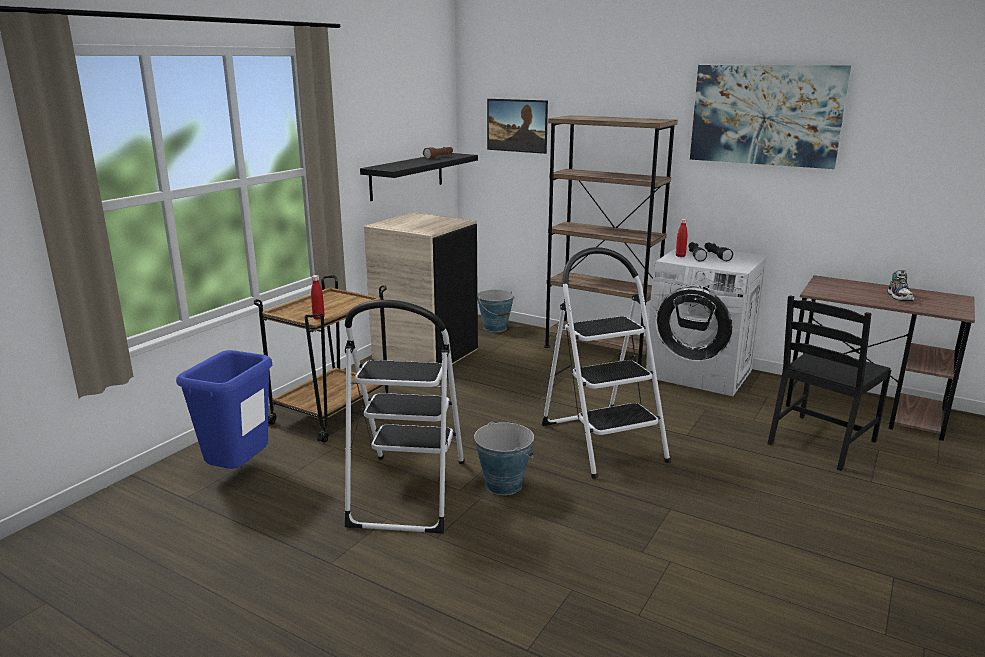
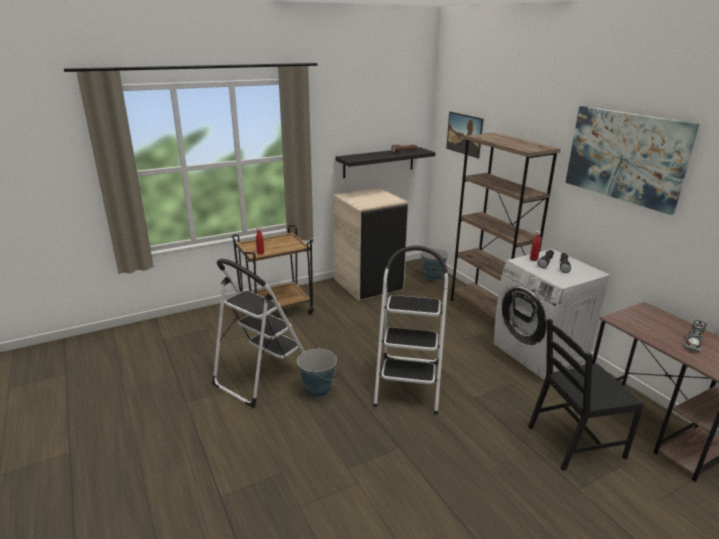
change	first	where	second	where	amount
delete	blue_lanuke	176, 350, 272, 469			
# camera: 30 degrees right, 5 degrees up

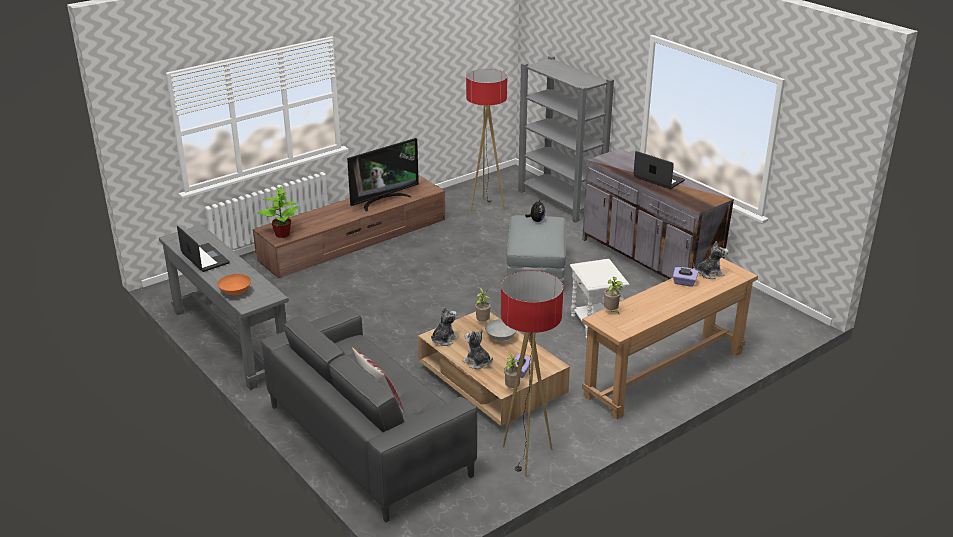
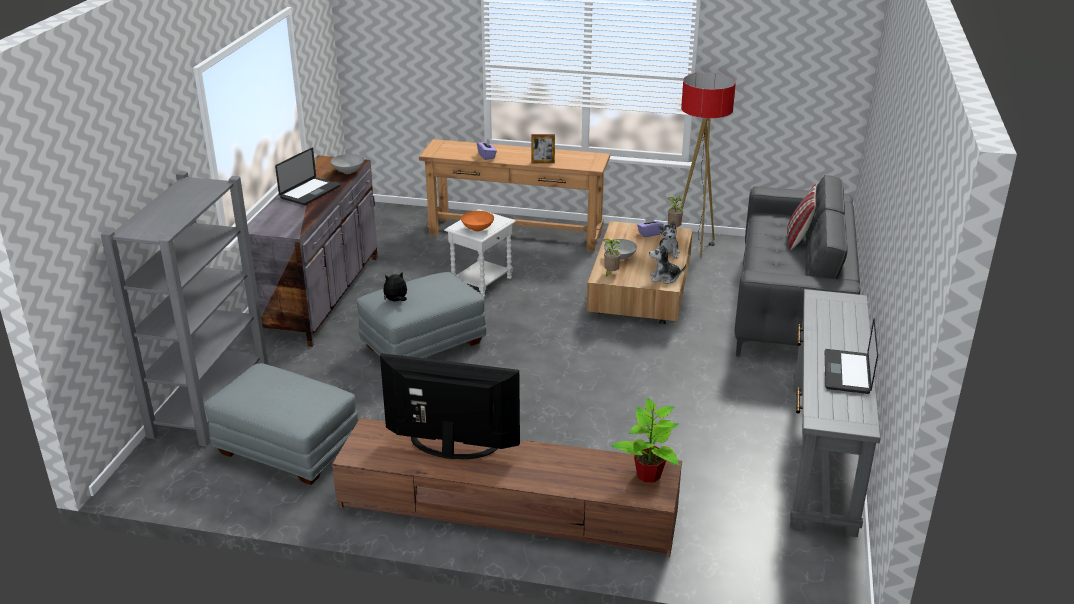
change	first	where	second	where	amount
replace	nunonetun	466, 69, 507, 212	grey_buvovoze	205, 363, 358, 485	
rotate	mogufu	634, 151, 685, 189		275, 148, 340, 205	150 degrees counterclockwise
insert			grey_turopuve	331, 154, 364, 174	
move	orange_turopuve	217, 274, 251, 295		461, 211, 494, 231	
insert			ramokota	531, 134, 555, 163	
delete	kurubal	604, 277, 623, 315			
delete	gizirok	693, 241, 729, 279			
# camera: 130 degrees left, 0 degrees up

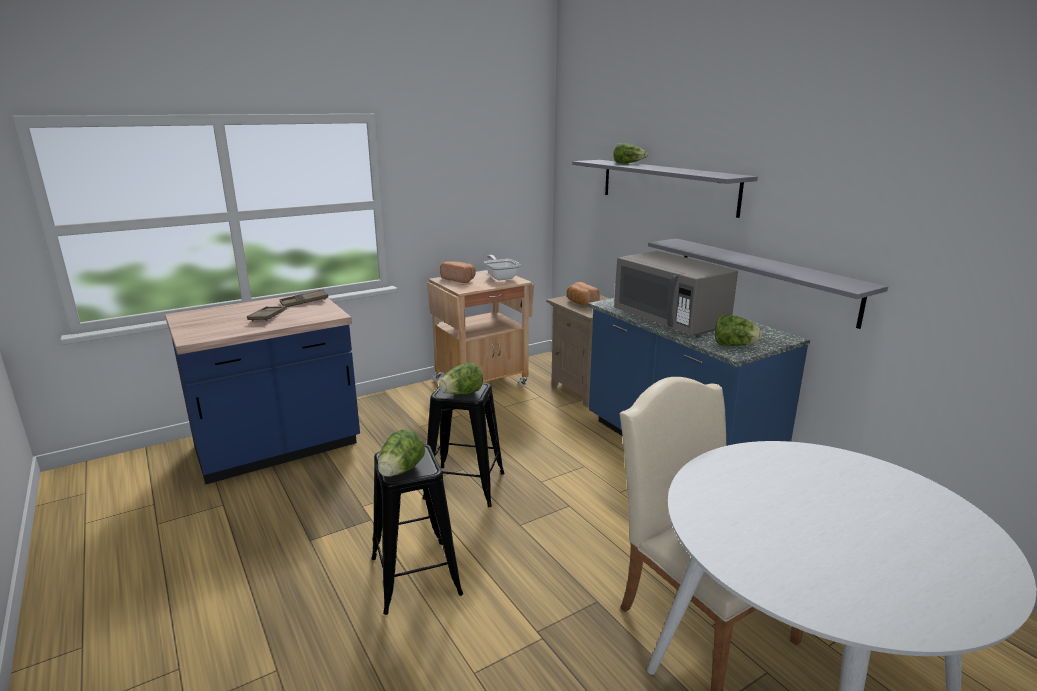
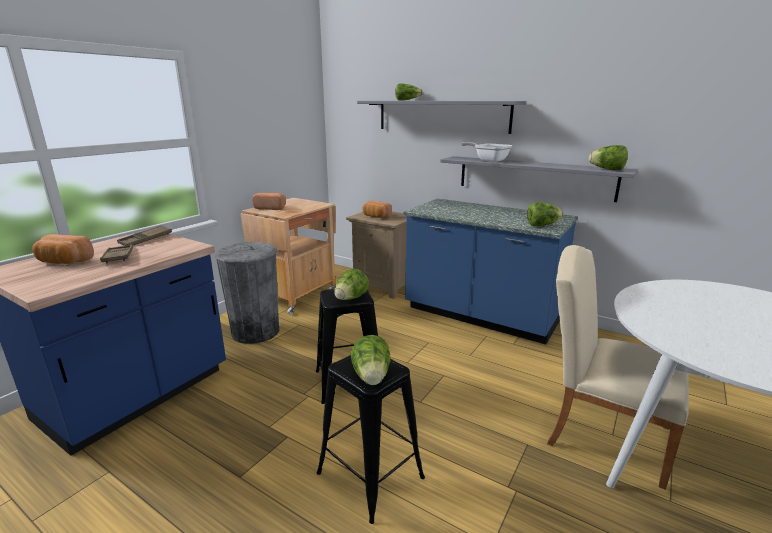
change	first	where	second	where	amount
insert			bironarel	32, 234, 94, 264	
insert			grey_lanuke	215, 242, 280, 344	
move	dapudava	484, 255, 520, 280		461, 142, 512, 162	
insert			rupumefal	589, 145, 628, 170	
delete	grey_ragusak	614, 251, 738, 338			
# camera: 25 degrees left, 0 degrees up

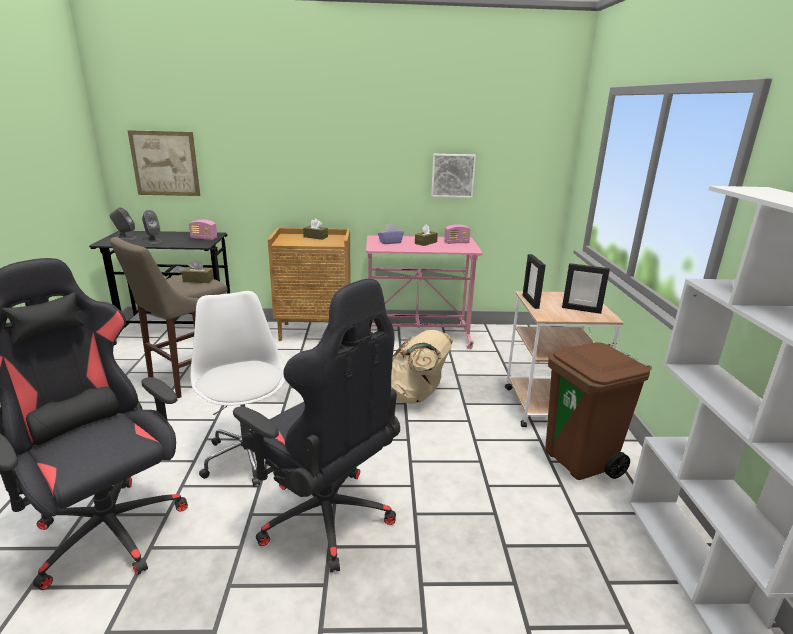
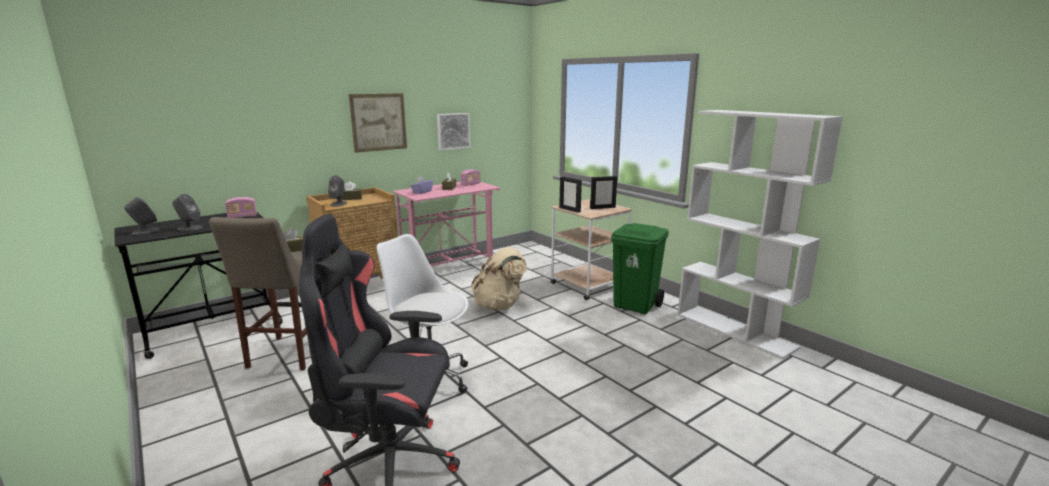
change	first	where	second	where	amount
insert			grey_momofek	328, 175, 347, 207	
move	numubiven	128, 130, 200, 196		349, 93, 407, 153	
recolor	brown_lanuke	545, 342, 652, 480	green_lanuke	611, 223, 668, 314	
delete	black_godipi	233, 279, 400, 573			
# camera: 35 degrees left, 5 degrees down

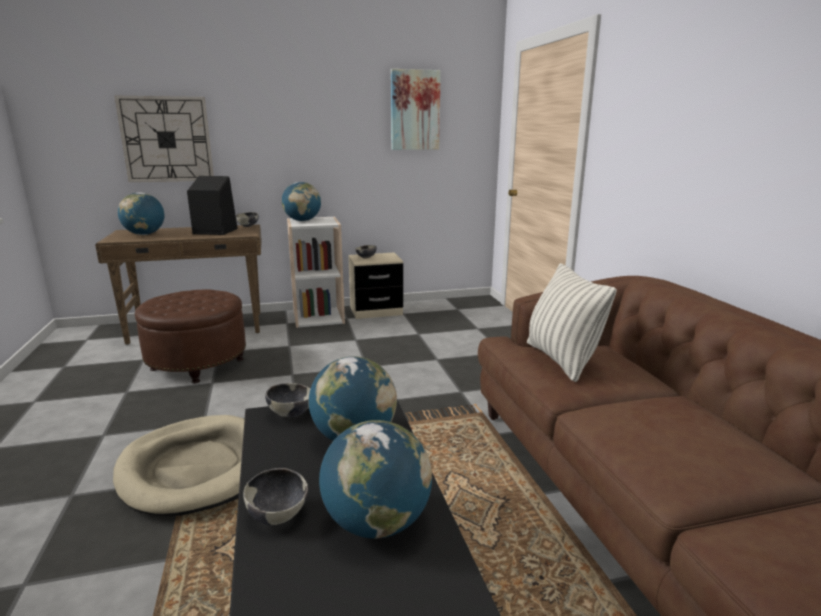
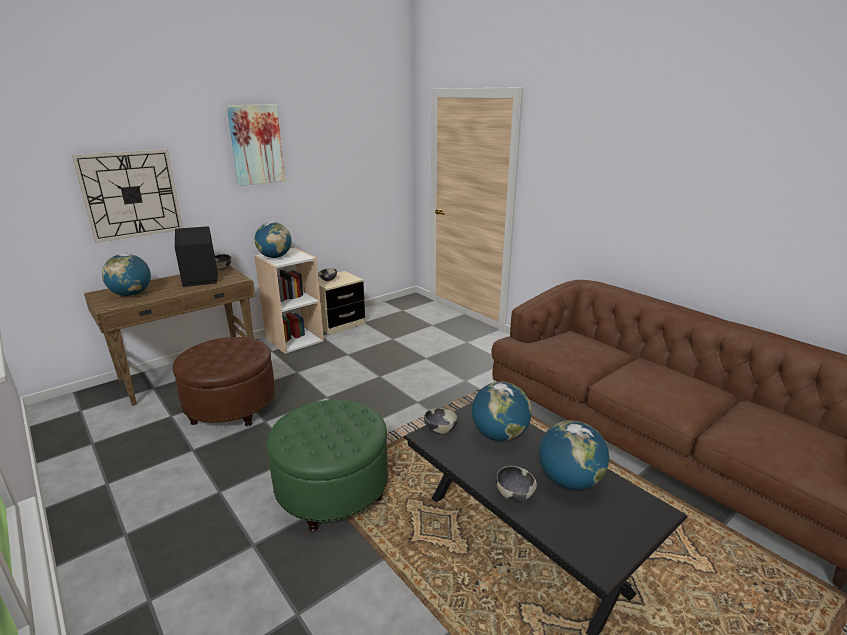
change	first	where	second	where	amount
move	numubiven	391, 69, 441, 150		226, 104, 285, 186	
replace	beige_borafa	113, 415, 245, 516	green_buvovoze	267, 400, 388, 531	
delete	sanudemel	527, 263, 617, 382			
# camera: 25 degrees left, 5 degrees up

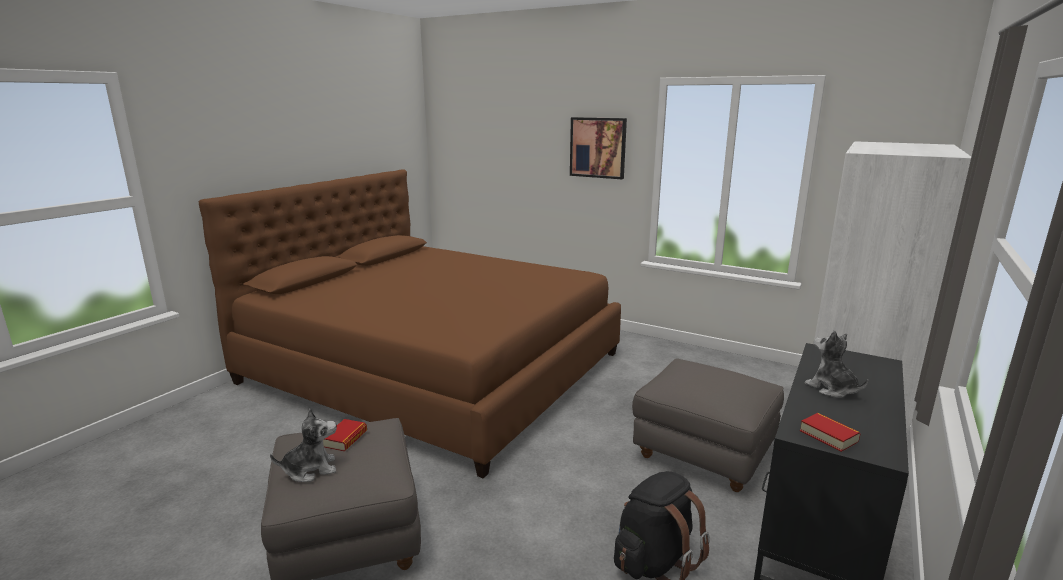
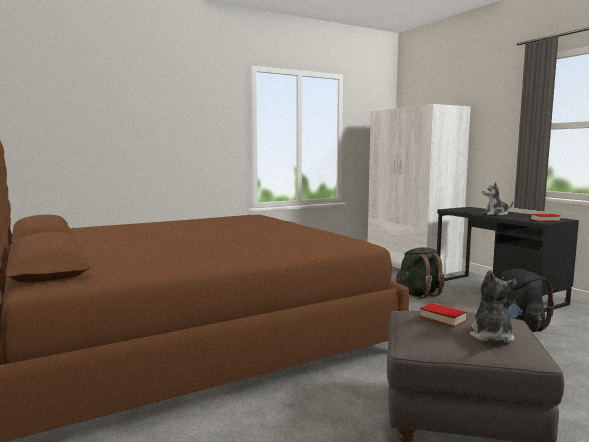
change	first	where	second	where	amount
replace	grey_buvovoze	632, 358, 784, 492	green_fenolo	396, 247, 445, 299	
delete	numubiven	570, 117, 627, 179			
# camera: 60 degrees left, 10 degrees down

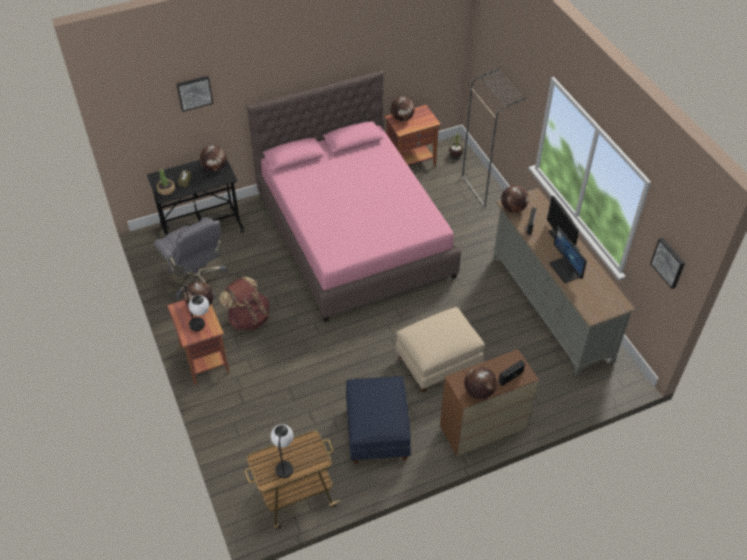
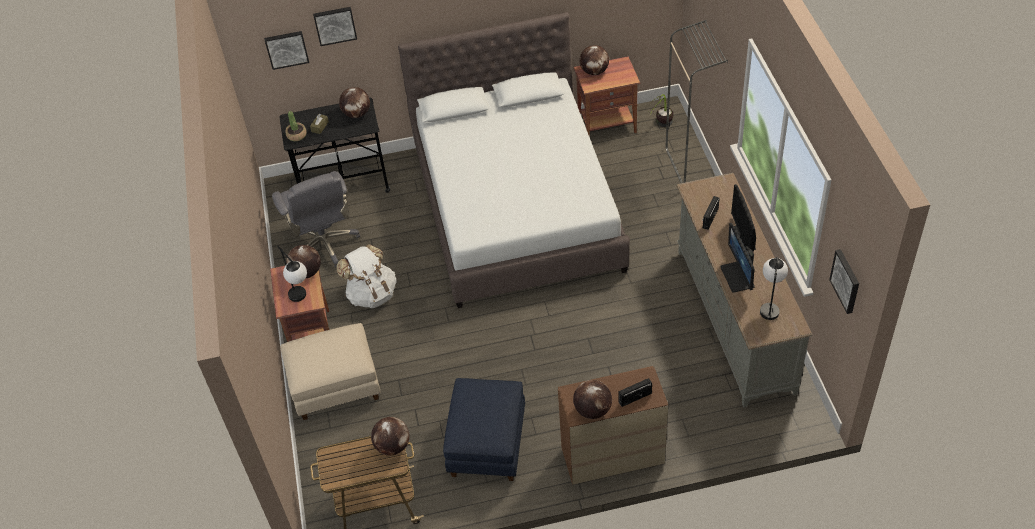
change	first	where	second	where	amount
insert			numubiven	264, 31, 309, 70	
move	beige_buvovoze	396, 307, 485, 392		280, 323, 381, 420	
recolor	brown_fenolo	219, 276, 269, 330	white_fenolo	336, 244, 396, 308	
move	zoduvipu	501, 185, 529, 213		371, 417, 410, 456	
recolor	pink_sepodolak	247, 70, 461, 322	white_sepodolak	398, 12, 630, 308	
move	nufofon	271, 424, 293, 478		760, 257, 788, 320	
# camera: 15 degrees right, 0 degrees up

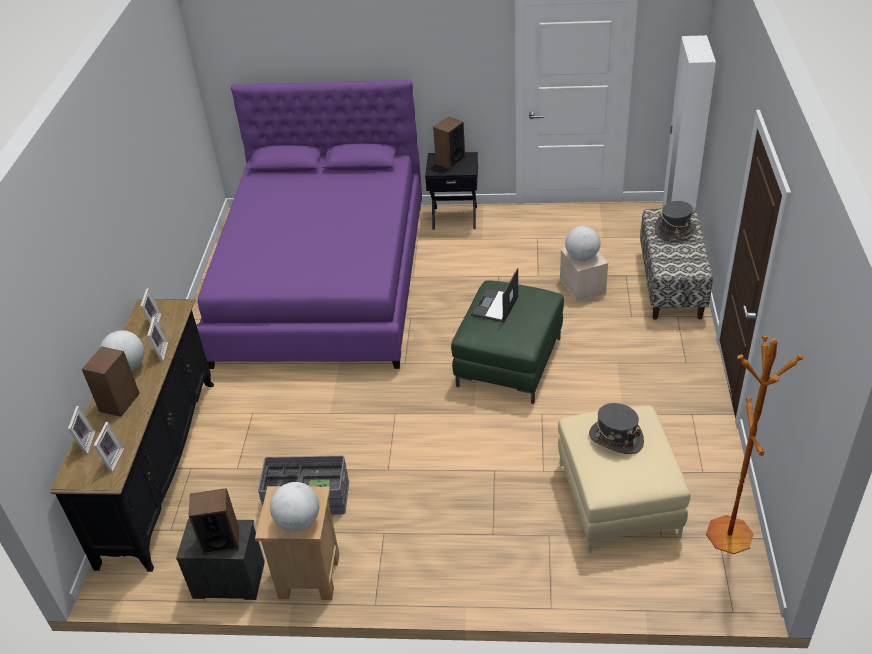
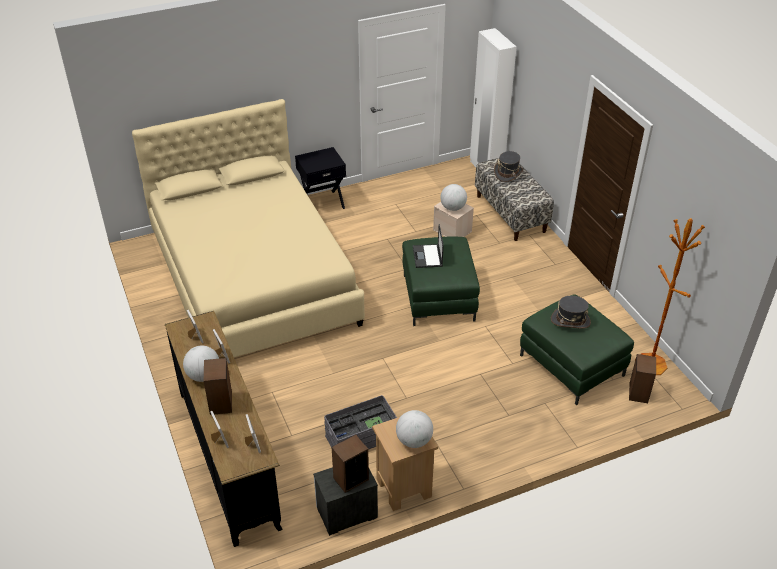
change	first	where	second	where	amount
recolor	purple_sepodolak	196, 79, 422, 369	beige_sepodolak	132, 99, 365, 357	
recolor	beige_buvovoze	558, 405, 690, 553	green_buvovoze	520, 294, 634, 405	
move	momofek	433, 117, 465, 170		629, 354, 656, 403	
# camera: 30 degrees left, 0 degrees up

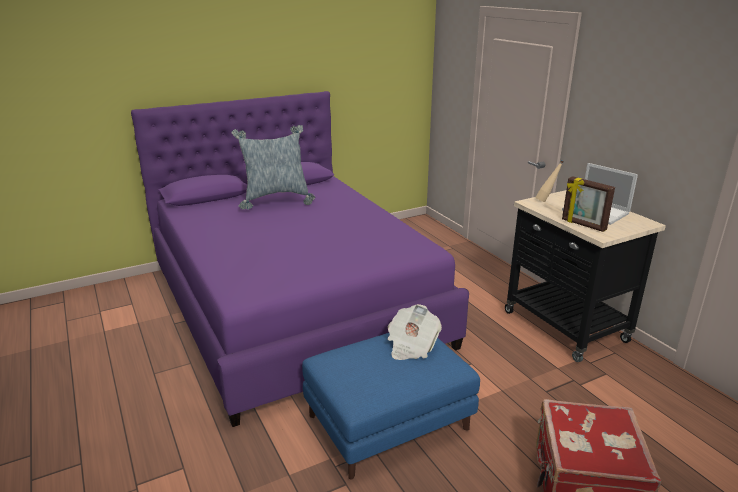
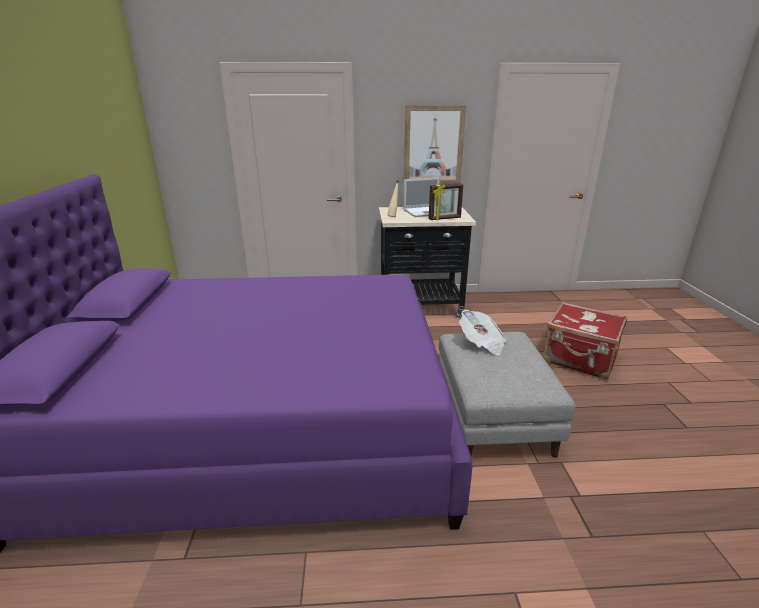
change	first	where	second	where	amount
insert			numubiven	404, 105, 466, 185	
recolor	blue_buvovoze	302, 333, 480, 480	grey_buvovoze	438, 332, 575, 458	
delete	sanudemel	231, 125, 315, 210			
# camera: 65 degrees left, 0 degrees up

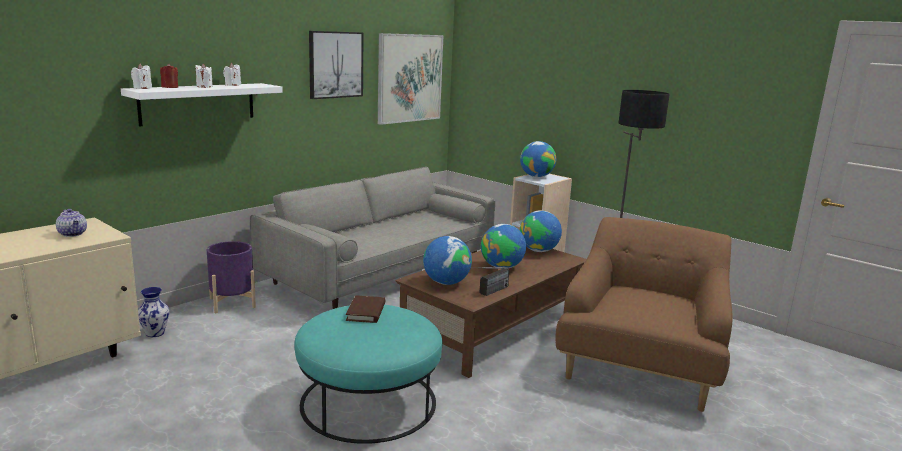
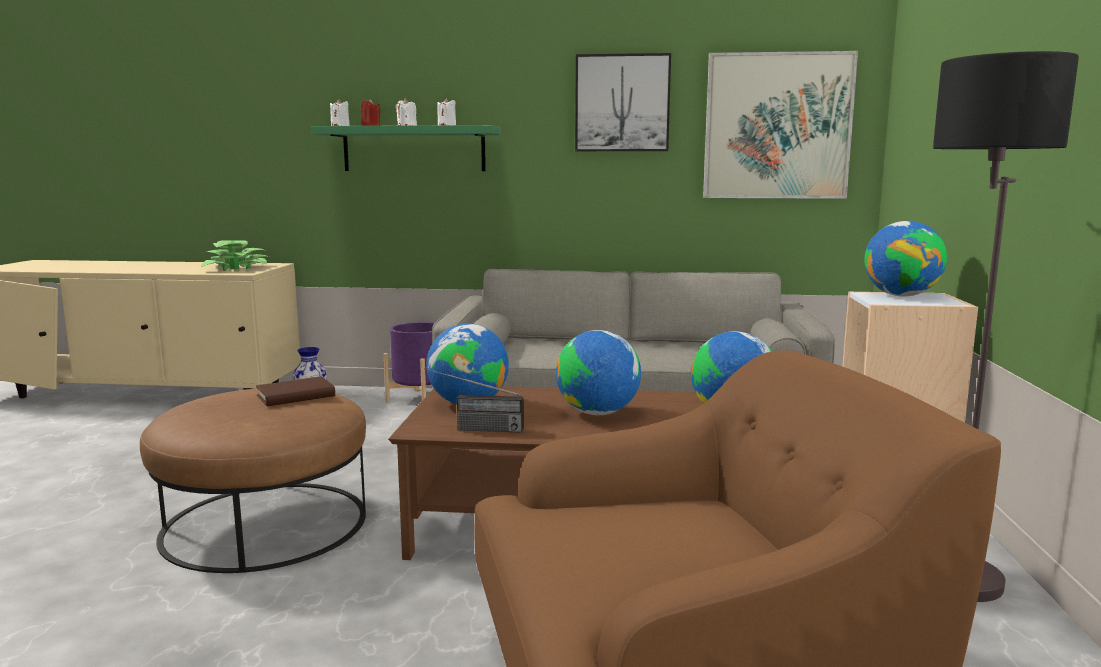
change	first	where	second	where	amount
recolor	turquoise_buvovoze	294, 305, 443, 444	brown_buvovoze	140, 388, 366, 573	
replace	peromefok	56, 209, 87, 237	kurubal	201, 240, 269, 271	
recolor	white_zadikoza	121, 83, 283, 126	green_zadikoza	311, 125, 501, 171	
# camera: 55 degrees right, 5 degrees down

